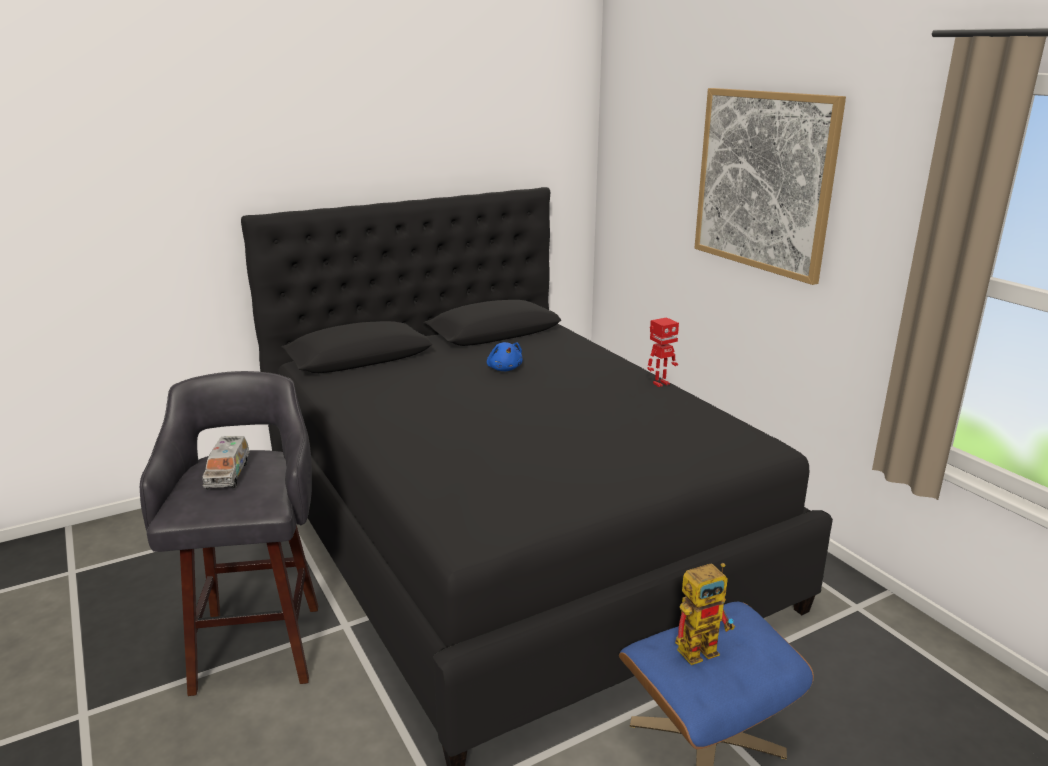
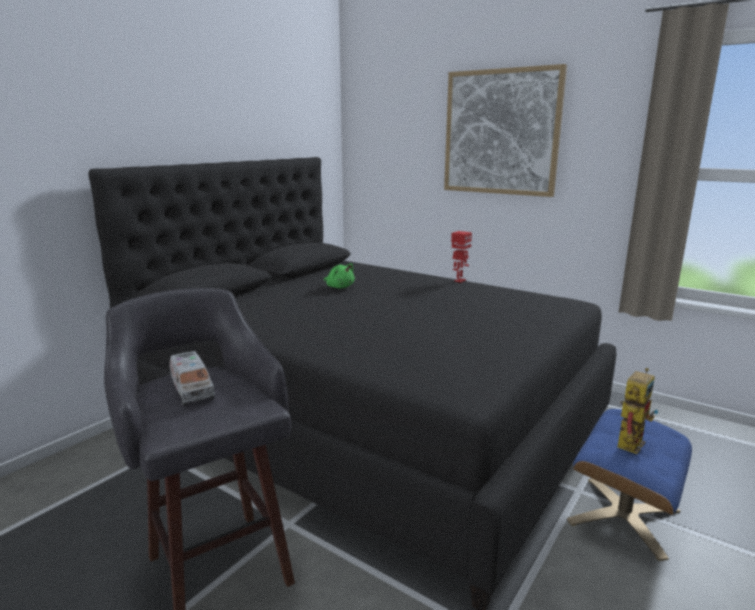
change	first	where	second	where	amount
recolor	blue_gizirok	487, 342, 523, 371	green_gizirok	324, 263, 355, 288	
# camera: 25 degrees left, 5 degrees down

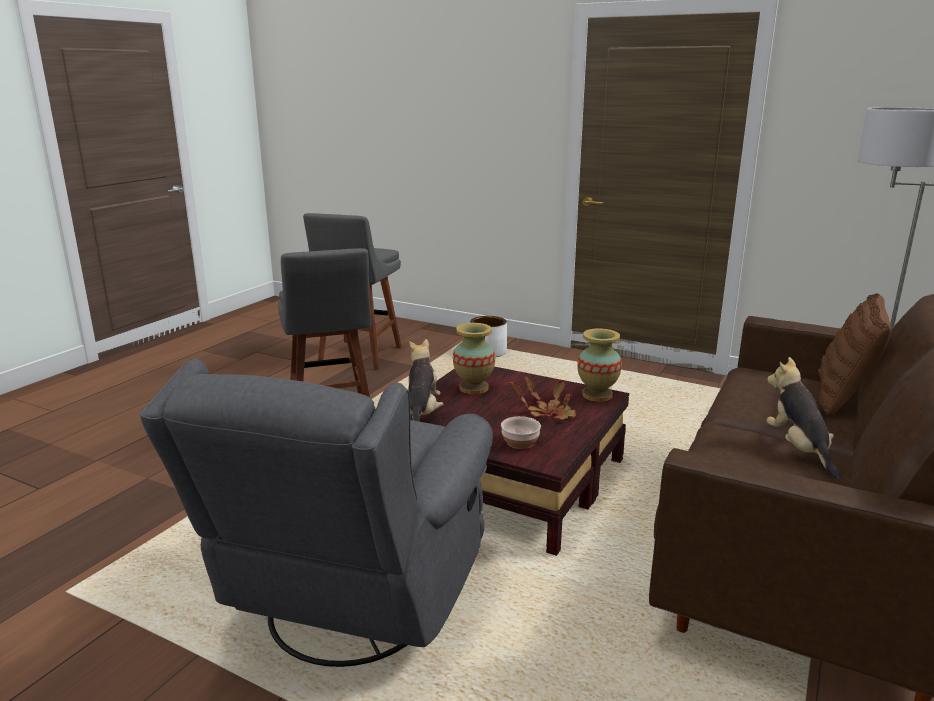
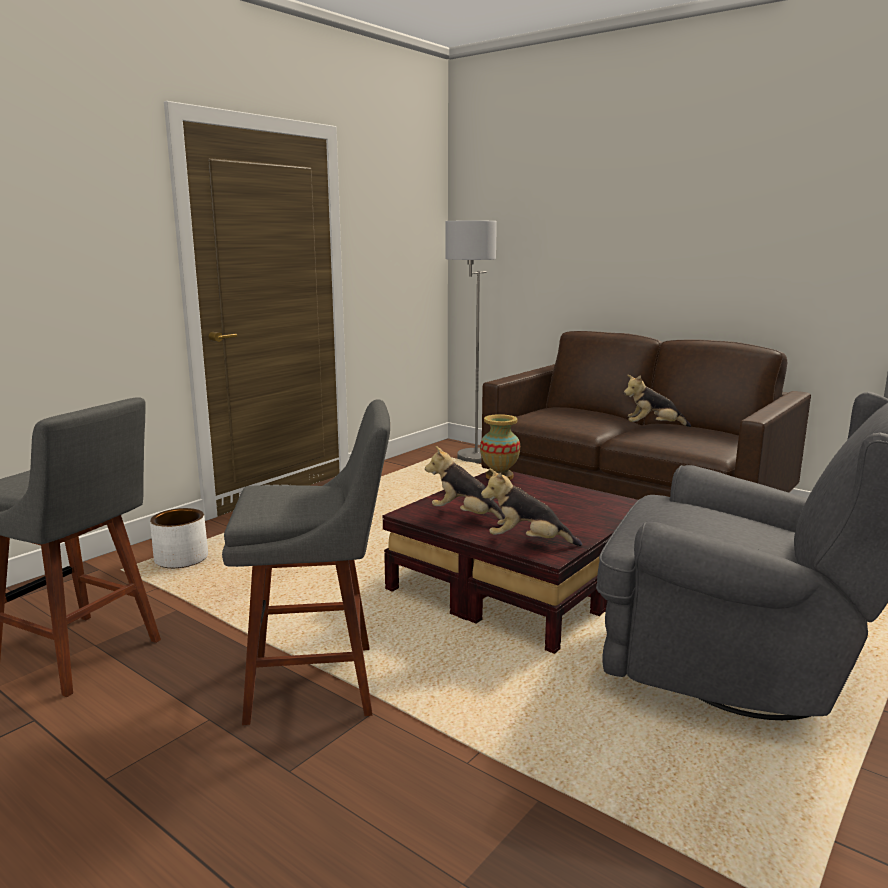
change	first	where	second	where	amount
replace	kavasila	453, 323, 495, 394	gizirok	425, 446, 505, 520	
delete	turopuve	501, 416, 541, 449			
delete	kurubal	510, 376, 576, 420			
delete	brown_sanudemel	818, 293, 891, 415			
# camera: 80 degrees left, 5 degrees down

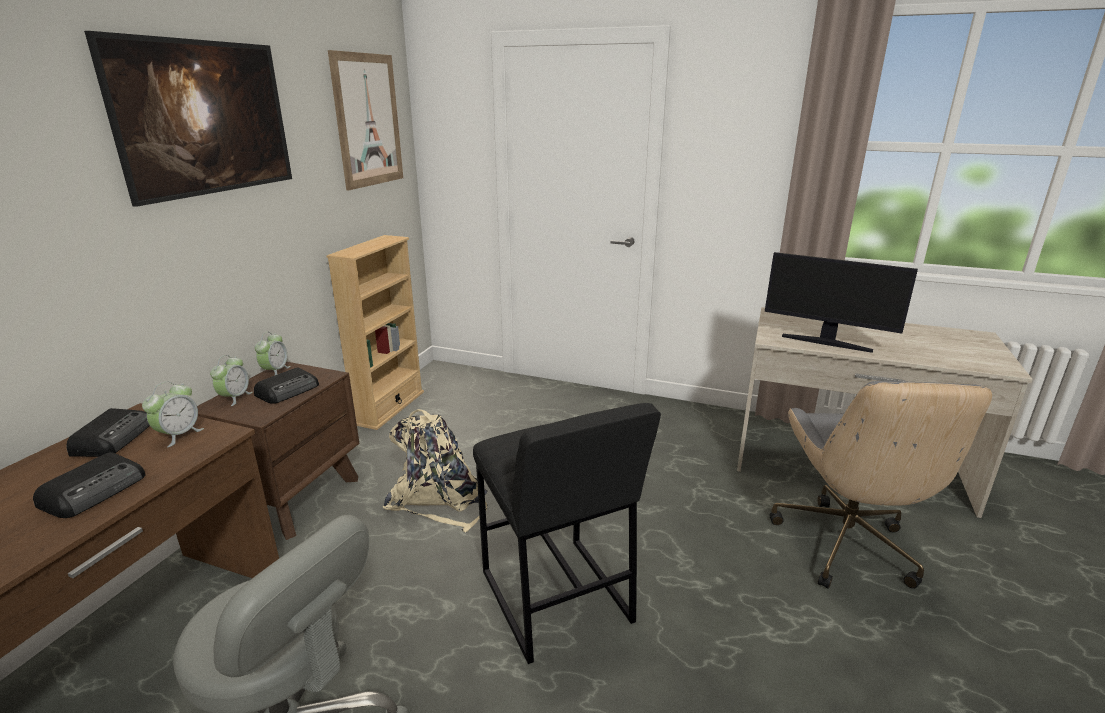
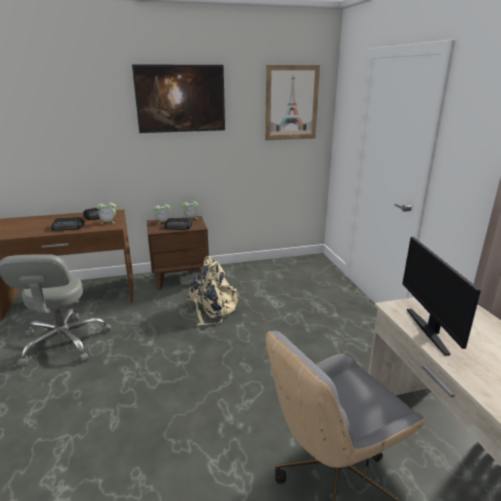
change	first	where	second	where	amount
delete	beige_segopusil	326, 235, 424, 430			
delete	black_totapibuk	473, 403, 661, 664			
# camera: 55 degrees right, 0 degrees up

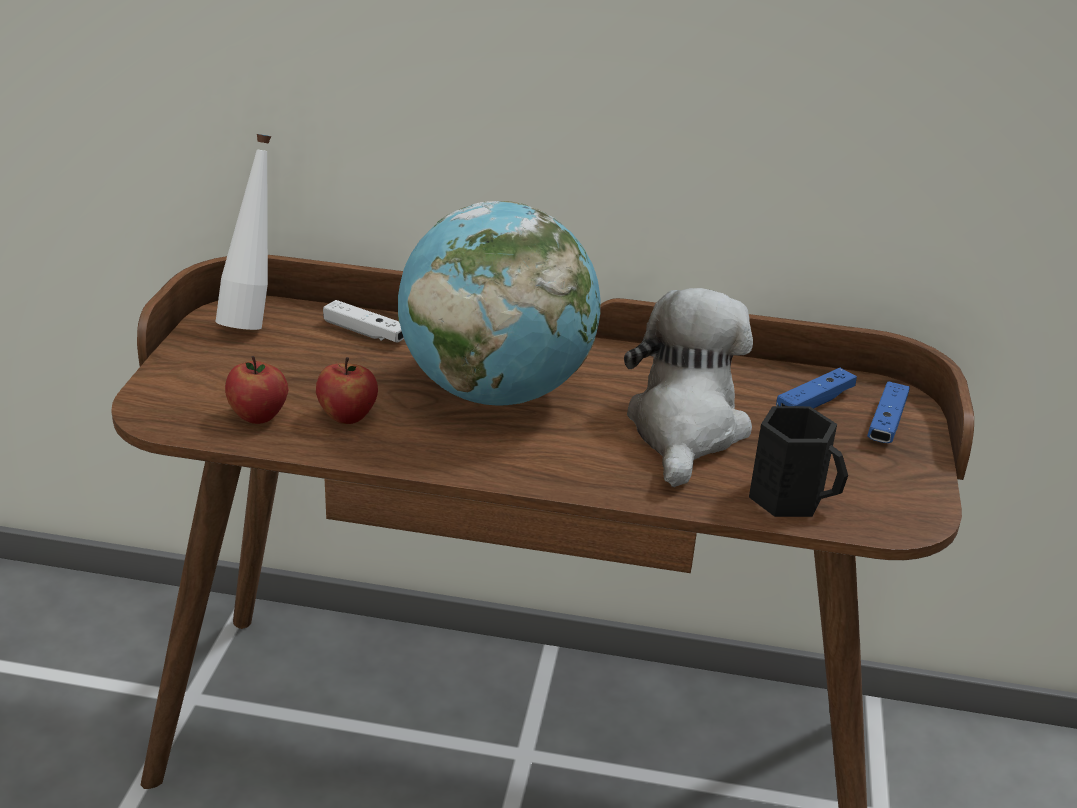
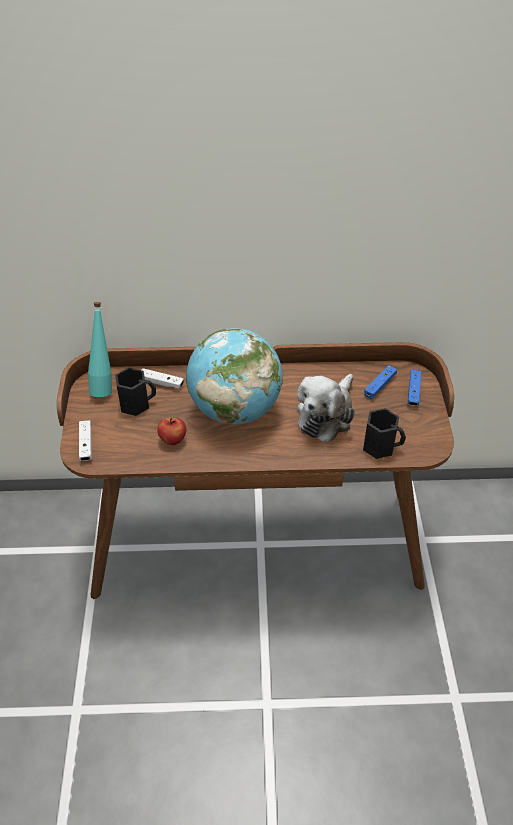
change	first	where	second	where	amount
insert			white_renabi	79, 420, 92, 461	
recolor	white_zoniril	216, 134, 271, 330	turquoise_zoniril	88, 302, 112, 397	
insert			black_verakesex	115, 367, 156, 416	
rotate	gizirok	624, 288, 753, 487		297, 374, 355, 443	150 degrees counterclockwise
delete	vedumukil	225, 356, 288, 424			
# camera: 10 degrees left, 15 degrees up

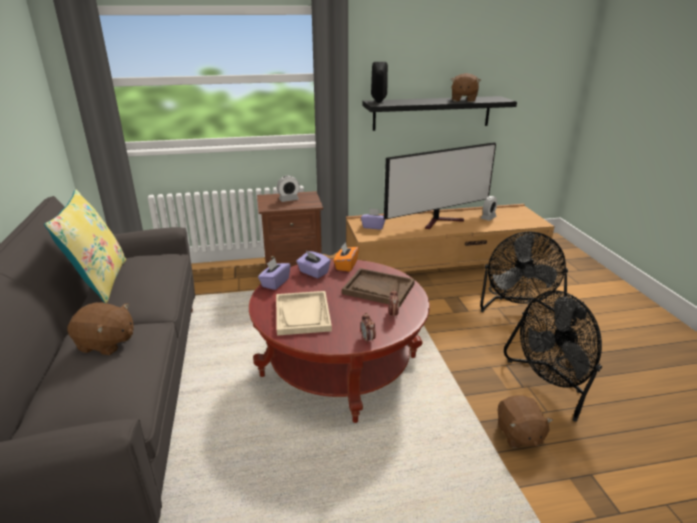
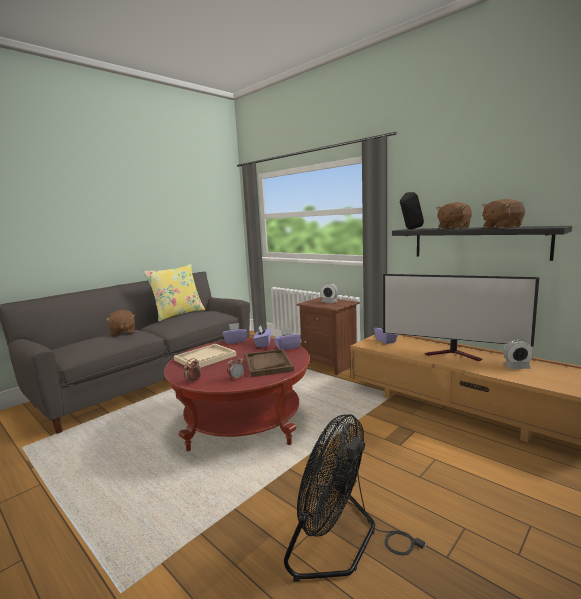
change	first	where	second	where	amount
recolor	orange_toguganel	333, 242, 359, 272	purple_toguganel	273, 328, 301, 350	
move	brown_gizirok	498, 395, 553, 448		436, 202, 472, 229	
delete	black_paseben	480, 232, 568, 312			
# camera: 55 degrees right, 15 degrees down

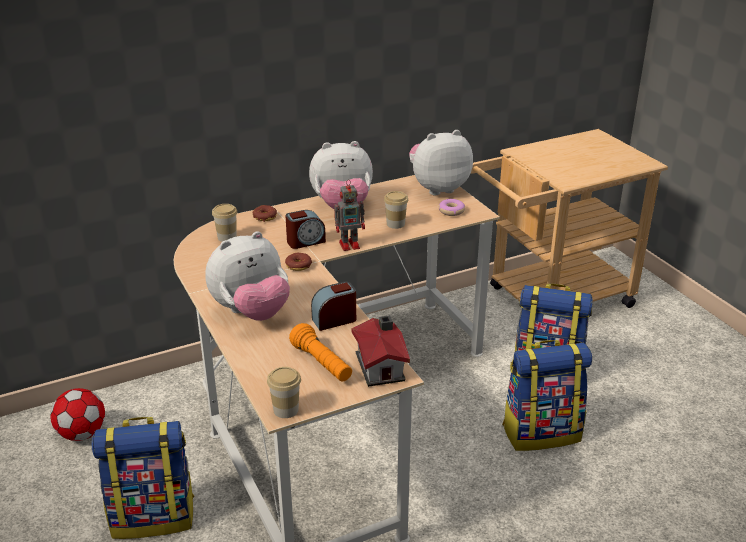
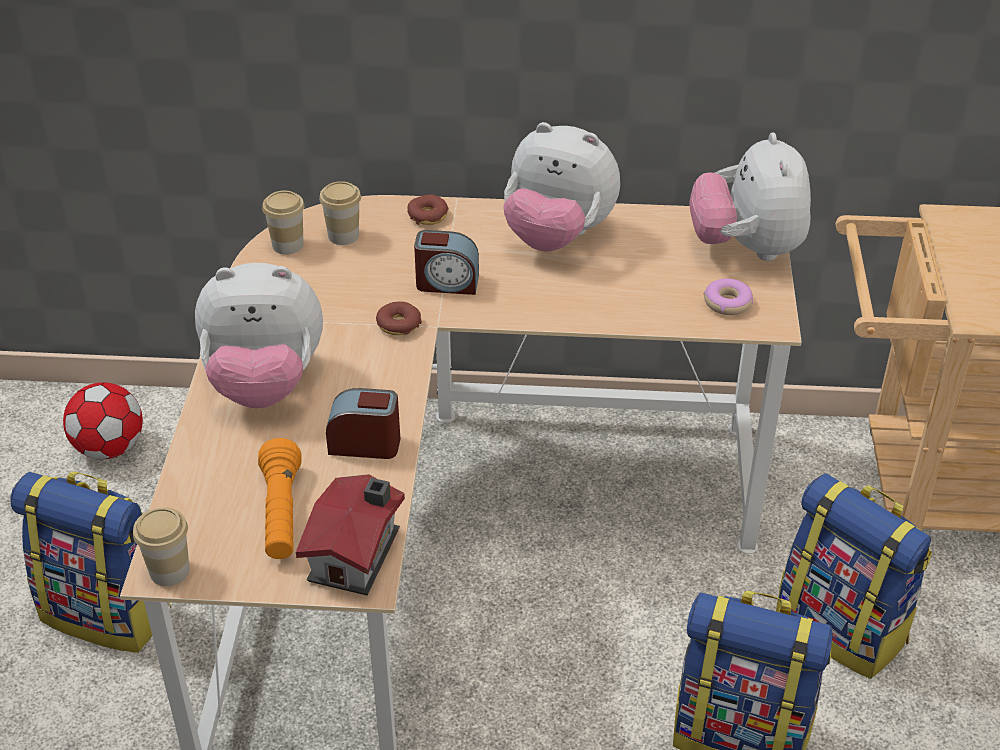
change	first	where	second	where	amount
move	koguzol	384, 191, 408, 229		262, 191, 305, 255	
rotate	gizirok	409, 130, 473, 195		690, 132, 811, 261	105 degrees counterclockwise
delete	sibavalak	334, 180, 365, 251			
# camera: 30 degrees right, 10 degrees up

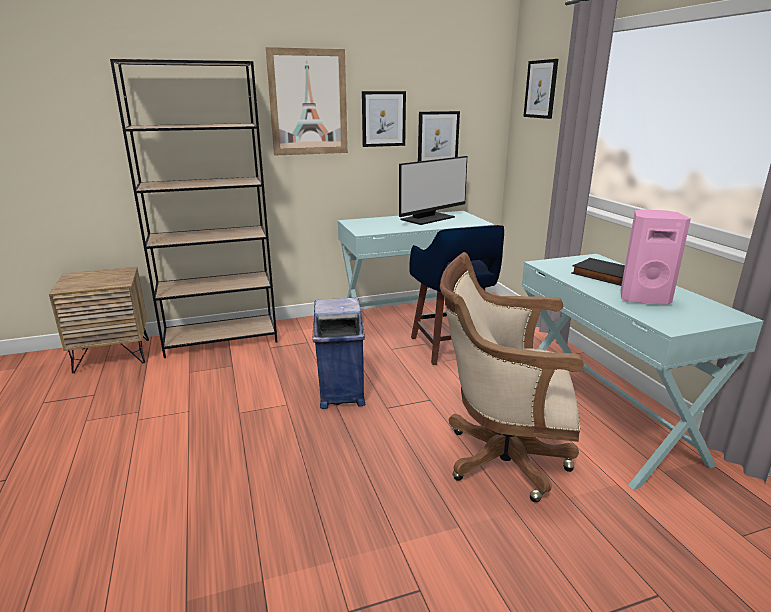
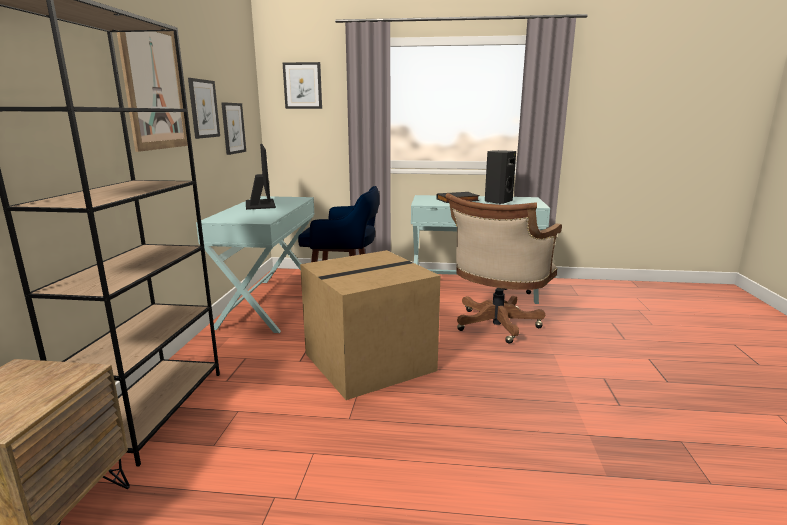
change	first	where	second	where	amount
replace	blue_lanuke	313, 297, 365, 409	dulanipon	300, 250, 440, 400	
recolor	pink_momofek	621, 209, 691, 305	black_momofek	485, 150, 516, 204	
# camera: 65 degrees left, 5 degrees down

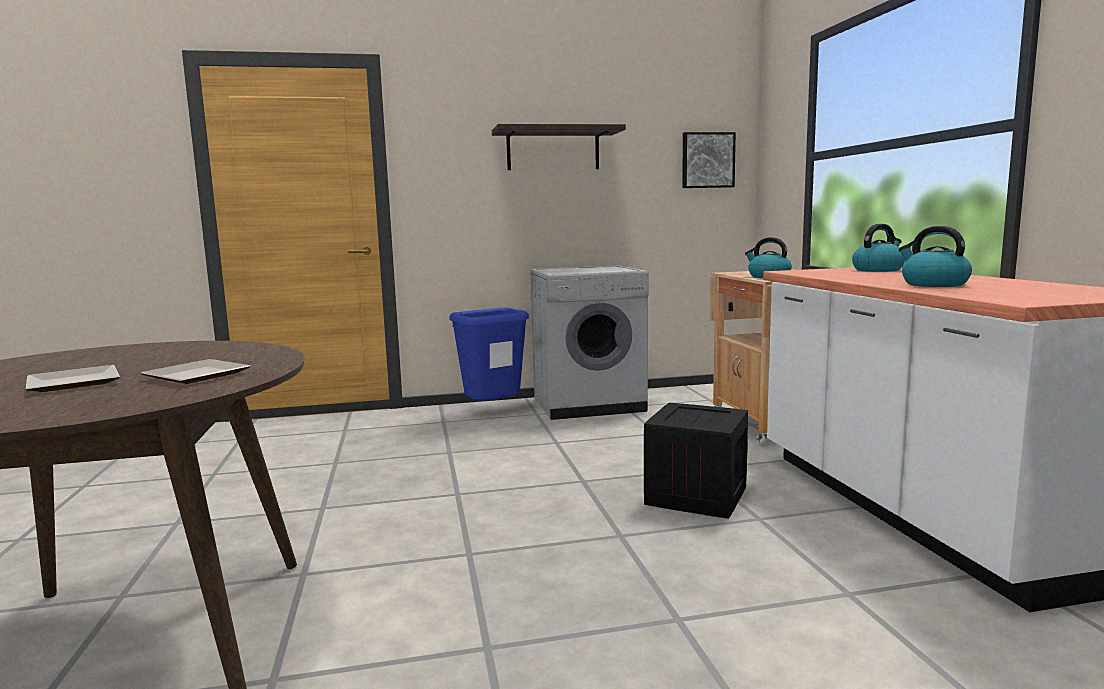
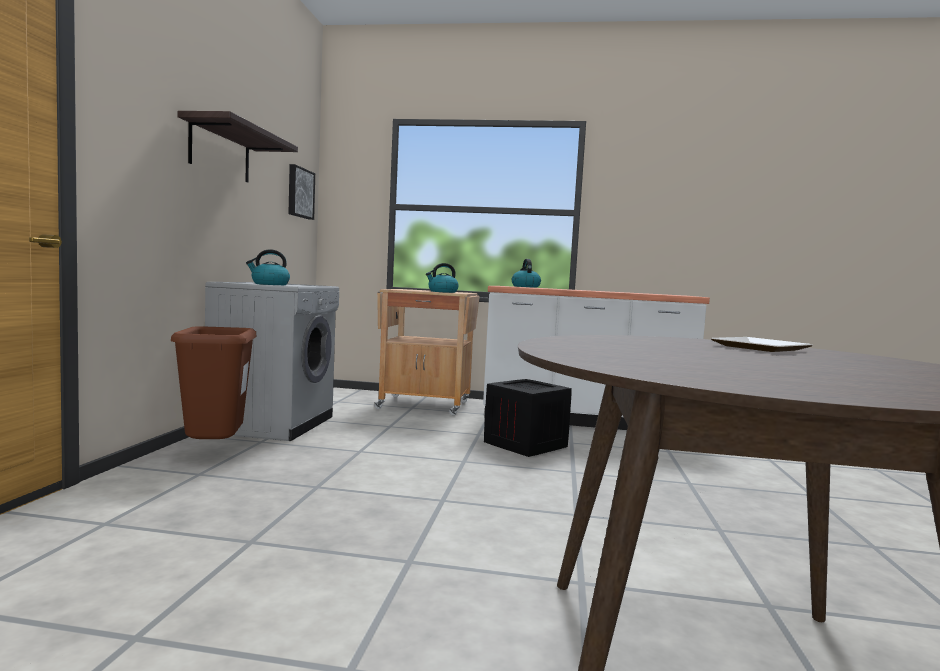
change	first	where	second	where	amount
recolor	blue_lanuke	450, 308, 529, 401	brown_lanuke	171, 326, 257, 439	
move	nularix	899, 226, 972, 287		246, 249, 290, 285	
delete	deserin	26, 365, 120, 392			
# camera: 70 degrees left, 5 degrees down

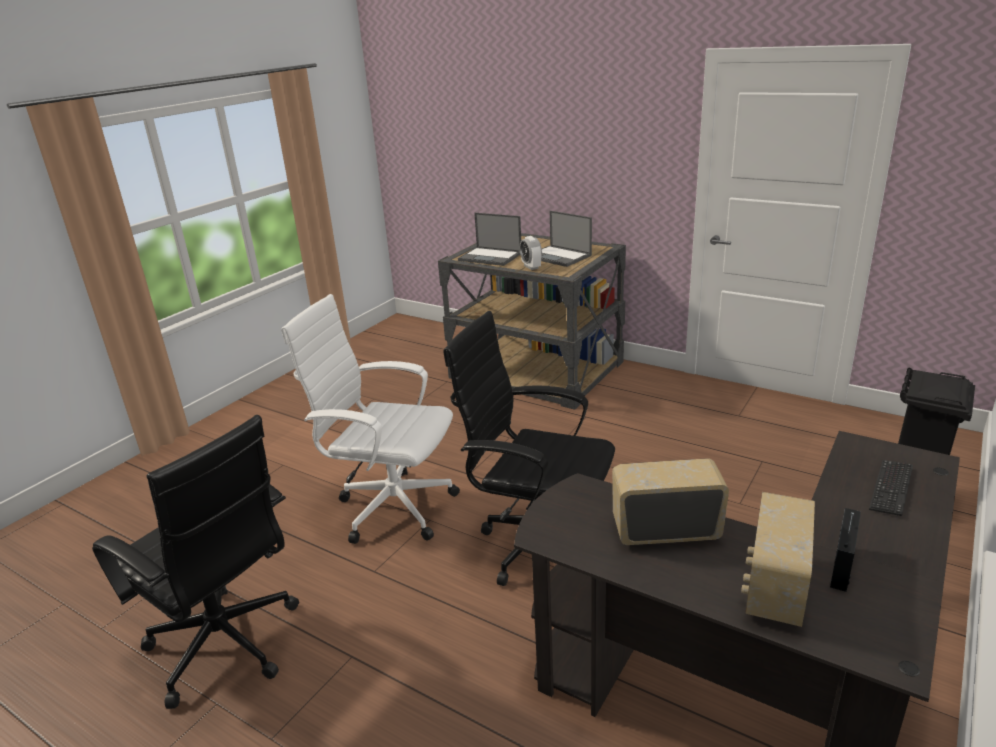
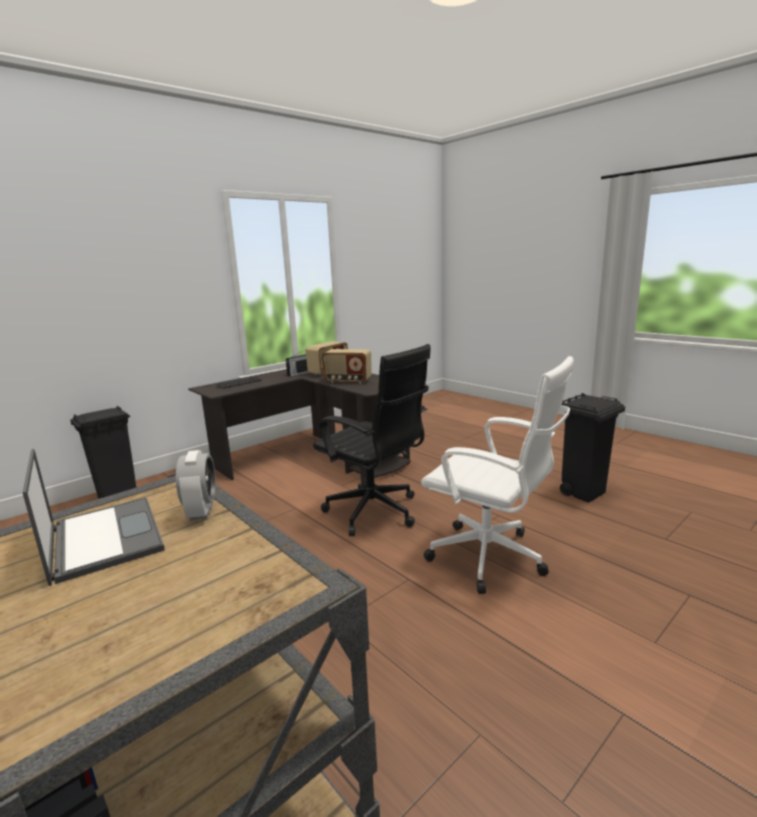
change	first	where	second	where	amount
replace	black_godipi	92, 415, 299, 709	black_lanuke	560, 393, 625, 503	
delete	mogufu	458, 213, 521, 266			
# camera: 165 degrees left, 10 degrees down

